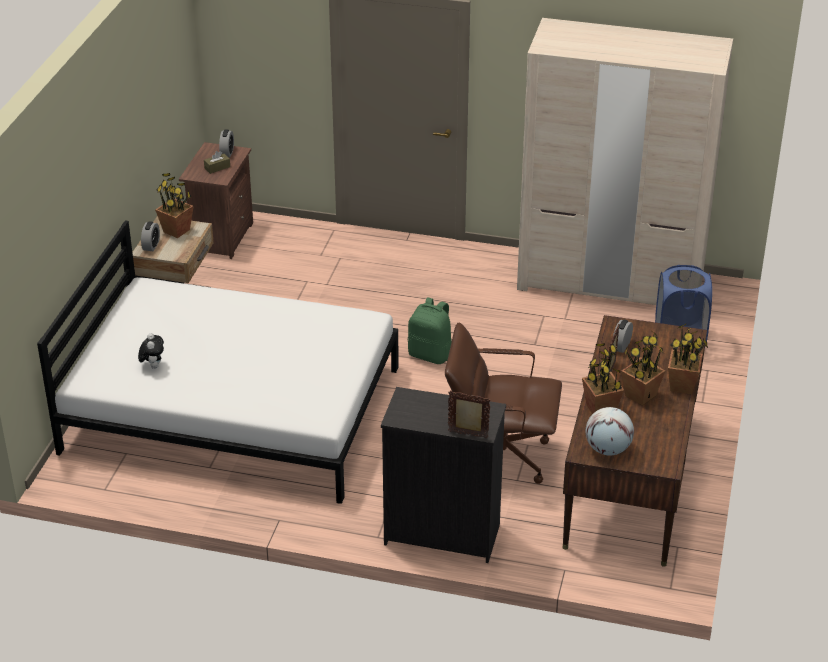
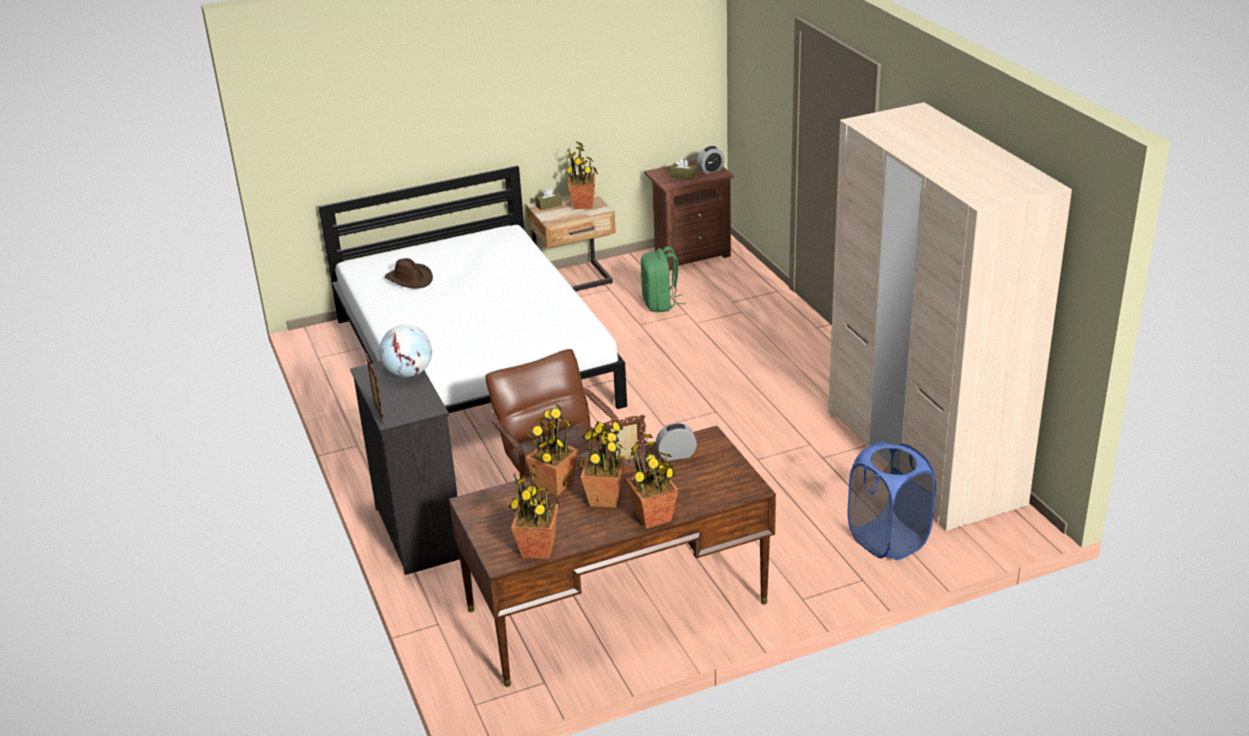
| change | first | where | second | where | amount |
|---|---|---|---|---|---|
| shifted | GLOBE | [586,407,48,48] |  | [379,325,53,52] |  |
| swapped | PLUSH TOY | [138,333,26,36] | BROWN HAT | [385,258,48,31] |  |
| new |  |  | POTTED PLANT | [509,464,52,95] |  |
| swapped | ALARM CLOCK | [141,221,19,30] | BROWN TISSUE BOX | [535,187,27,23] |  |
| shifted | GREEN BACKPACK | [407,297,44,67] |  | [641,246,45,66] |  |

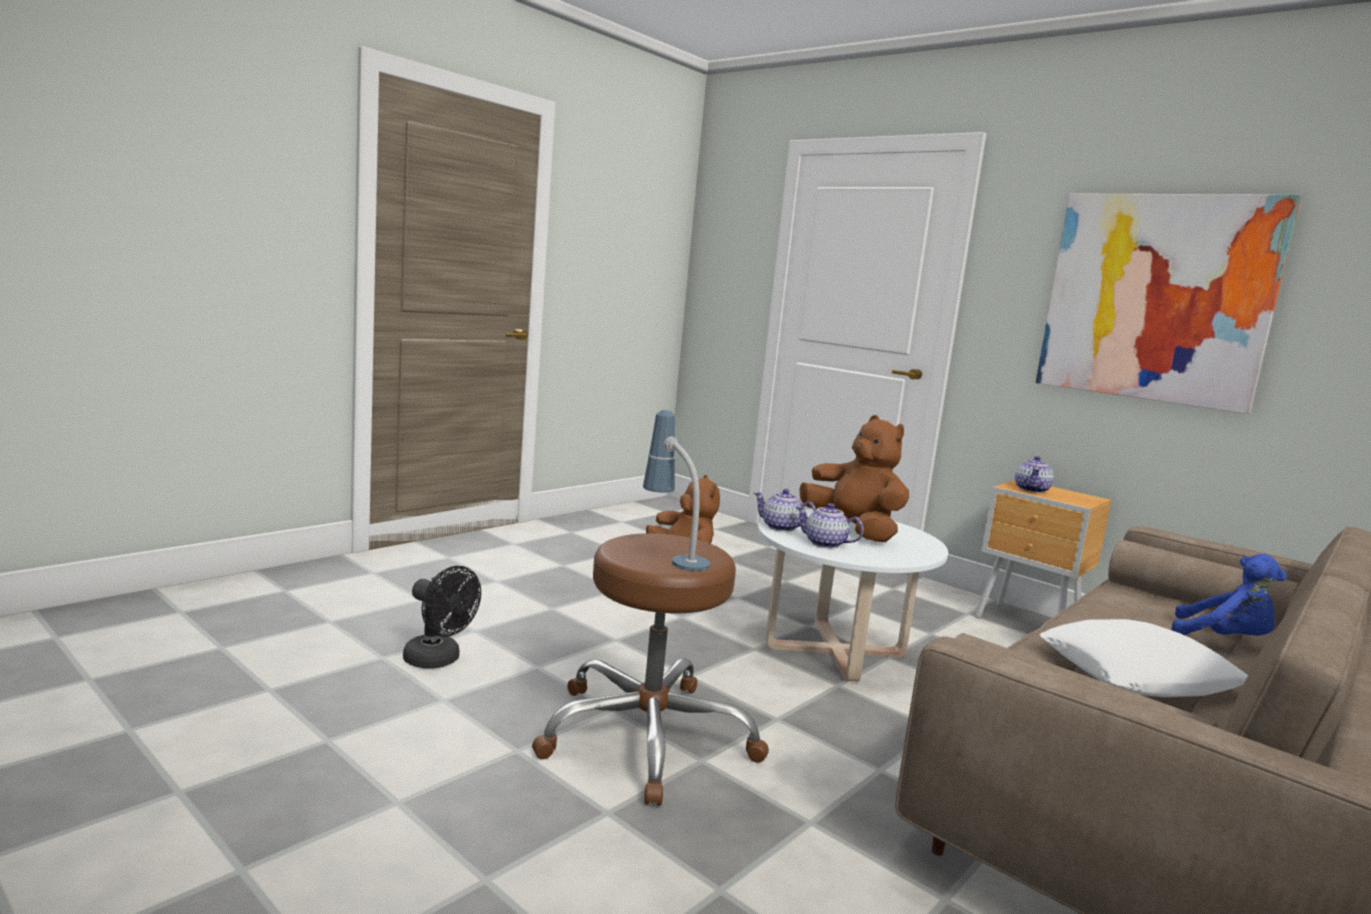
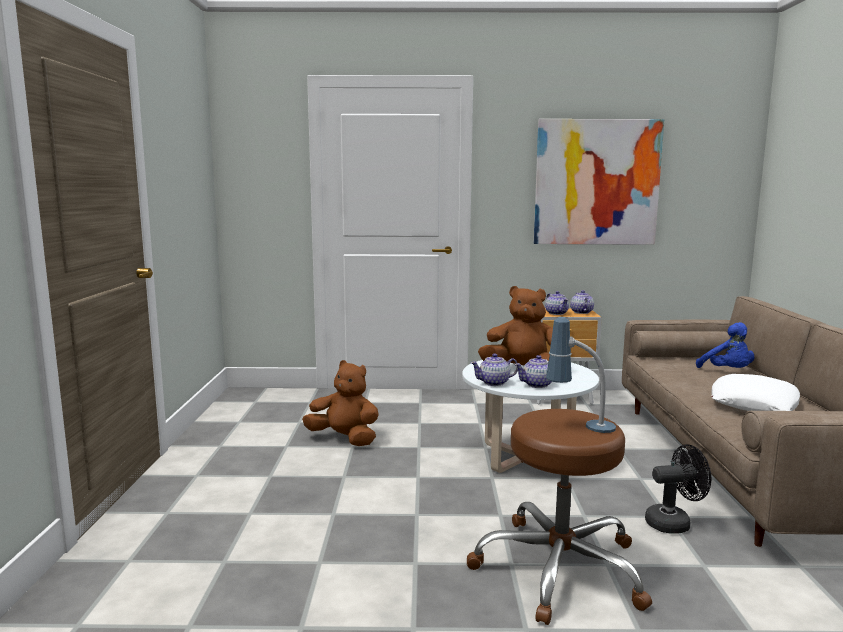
| change | first | where | second | where | amount |
|---|---|---|---|---|---|
| new |  |  | TEAPOT | [570,290,24,24] |  |
| shifted | BLACK FAN | [403,566,78,103] |  | [645,444,66,90] |  |
| rotated | BLUE PLUSH TOY | [1171,554,116,82] |  | [696,322,58,46] | 75 degrees clockwise |

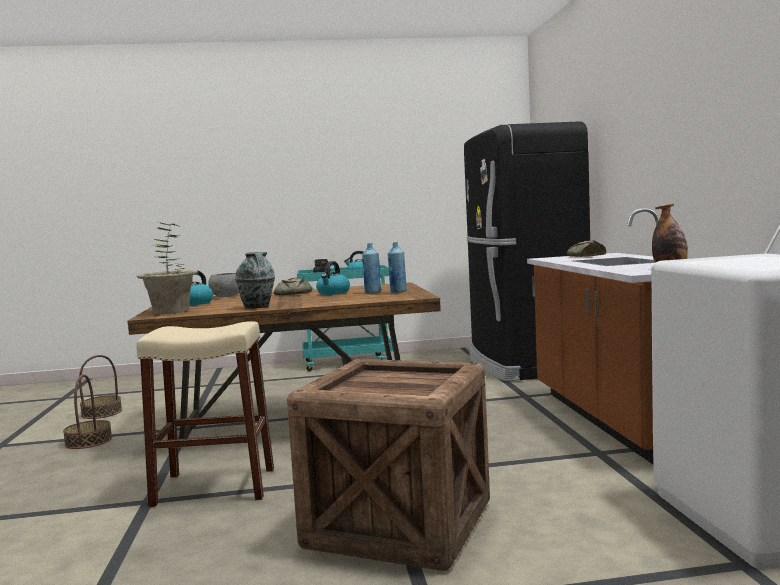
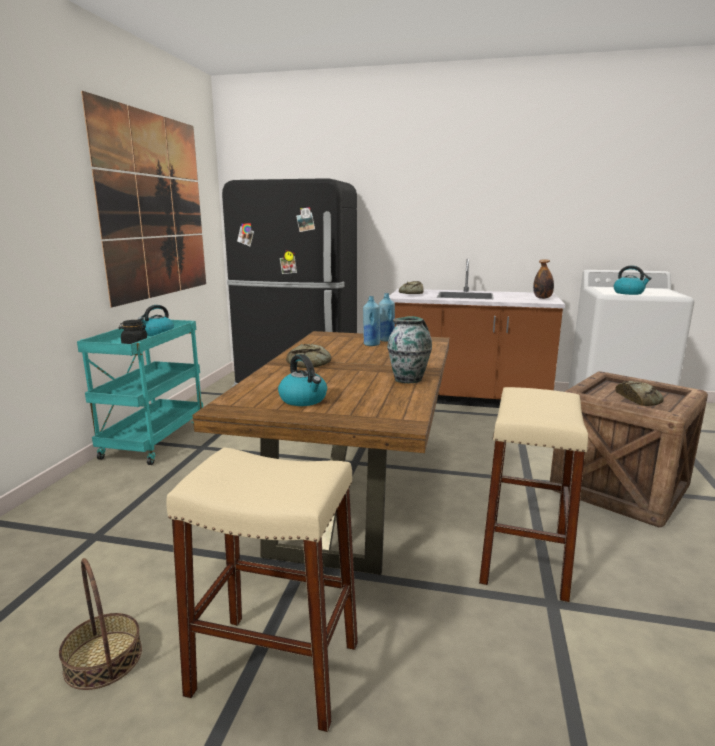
| change | first | where | second | where | amount |
|---|---|---|---|---|---|
| new |  |  | PICTURE | [81,91,125,216] |  |
| swapped | BASKET | [63,374,49,75] | BEIGE STOOL | [166,447,192,285] |  |
| shifted | KETTLE | [316,261,34,34] |  | [613,265,39,30] |  |
| new |  |  | BREAD | [615,381,49,25] |  |
| gone | POTTED PLANT | [137,222,61,92] |  |  |  |
| gone | GREY BOWL | [208,273,31,25] |  |  |  |

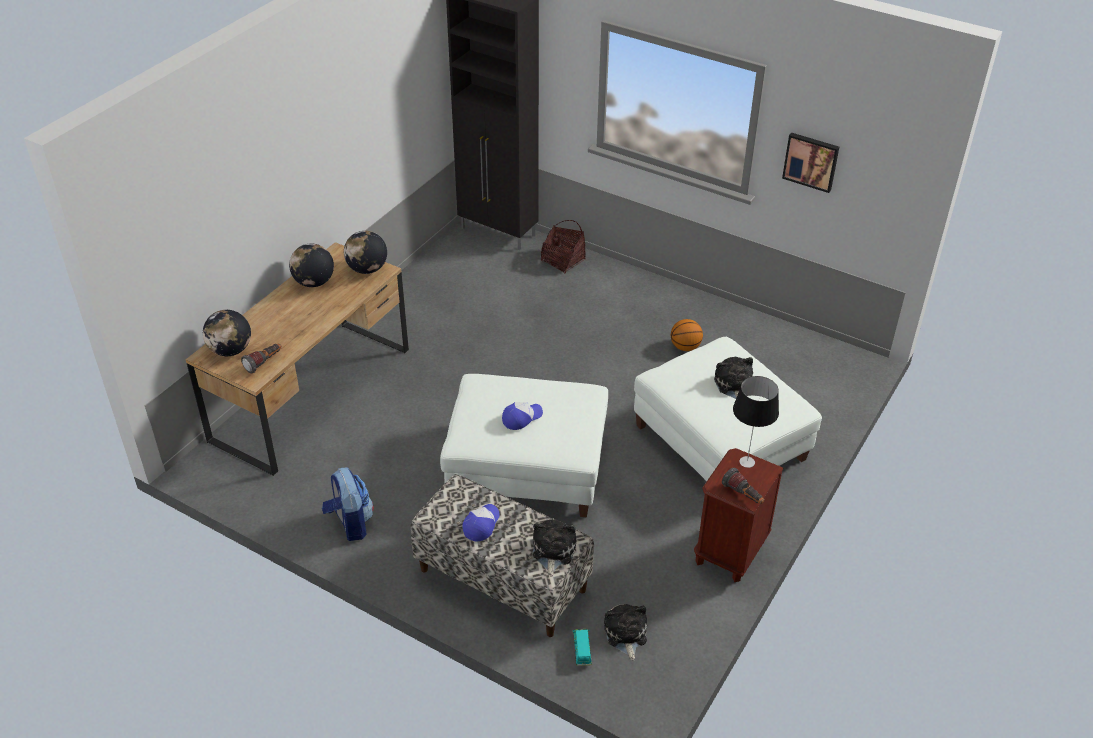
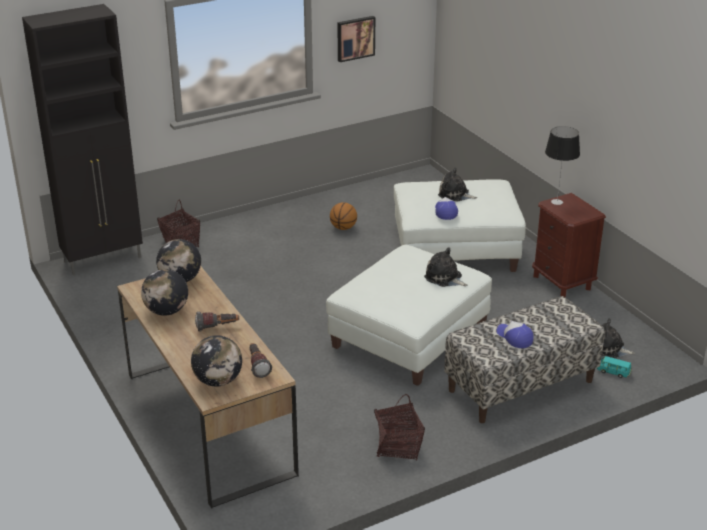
| change | first | where | second | where | amount |
|---|---|---|---|---|---|
| shifted | FLASHLIGHT | [722,468,42,36] |  | [195,312,44,20] |  |
| swapped | BACKPACK | [322,467,52,74] | BASKET | [374,394,51,67] |  |
| shifted | PLUSH TOY | [533,519,43,57] |  | [424,247,43,40] |  |
| shifted | CAP | [502,402,41,28] |  | [435,197,23,23] |  |

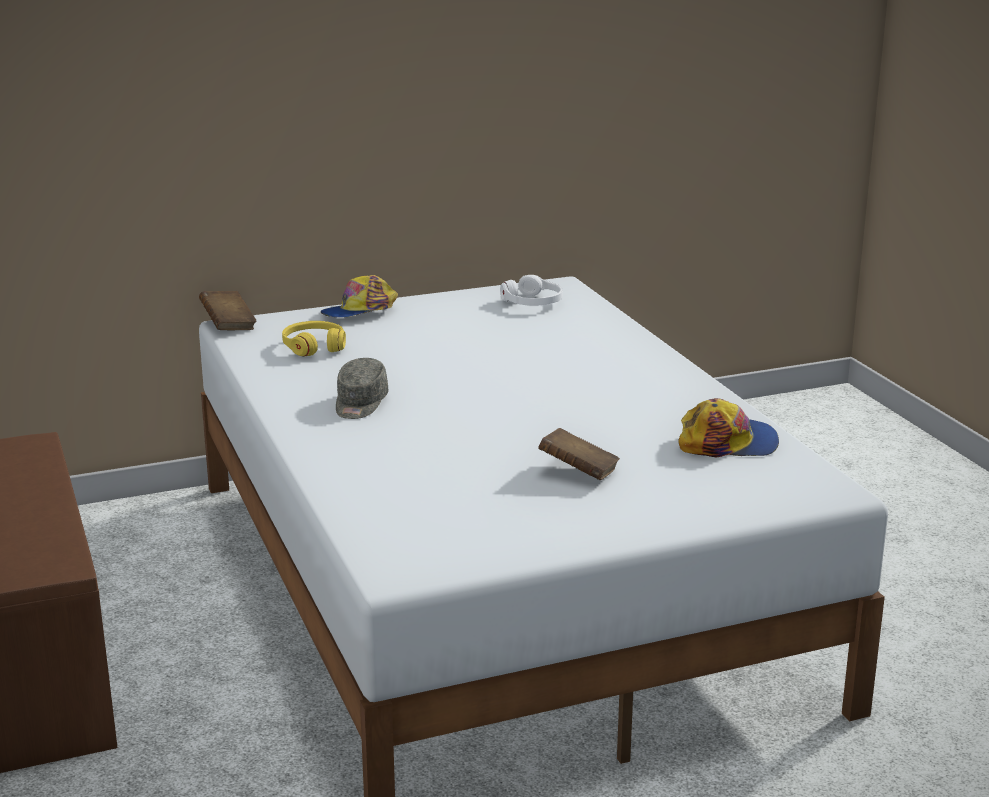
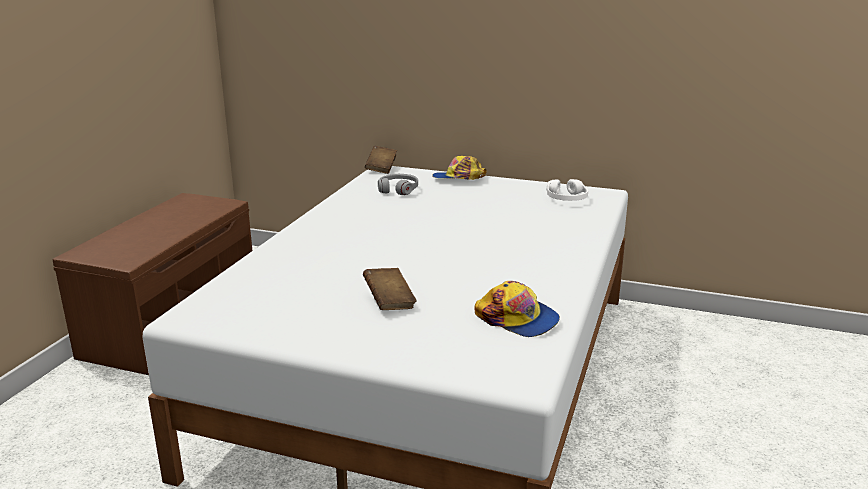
| change | first | where | second | where | amount |
|---|---|---|---|---|---|
| repainted | YELLOW HEADPHONES | [282,321,64,35] | GREY HEADPHONES | [378,174,40,21] |  |
| gone | GREY CAP | [336,358,52,61] |  |  |  |

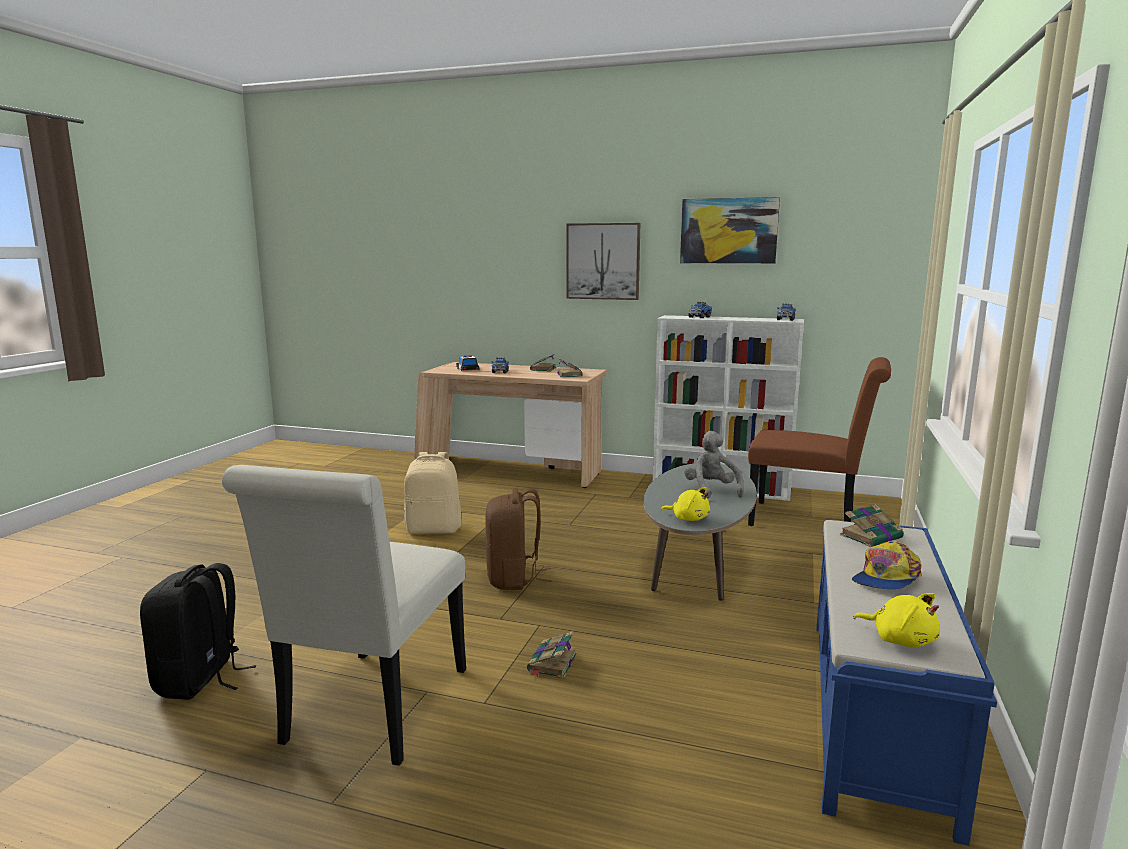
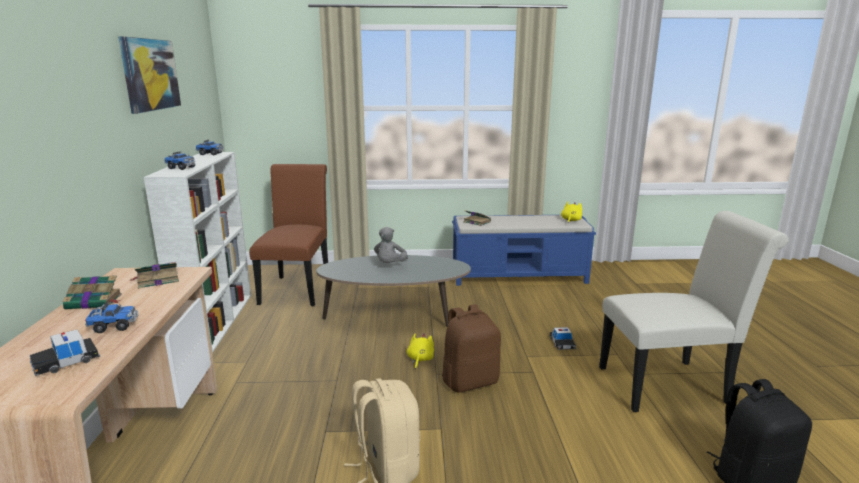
| change | first | where | second | where | amount |
|---|---|---|---|---|---|
| rotated | GREY PLUSH TOY | [684,431,60,68] |  | [374,227,34,36] | 45 degrees counterclockwise |
| shifted | YELLOW PLUSH TOY | [661,487,49,34] |  | [407,333,27,36] |  |
| swapped | BOOK | [527,631,50,47] | TOY CAR | [549,327,27,23] |  |
| gone | PICTURE | [566,223,75,77] |  |  |  |
| gone | CAP | [852,541,70,49] |  |  |  |

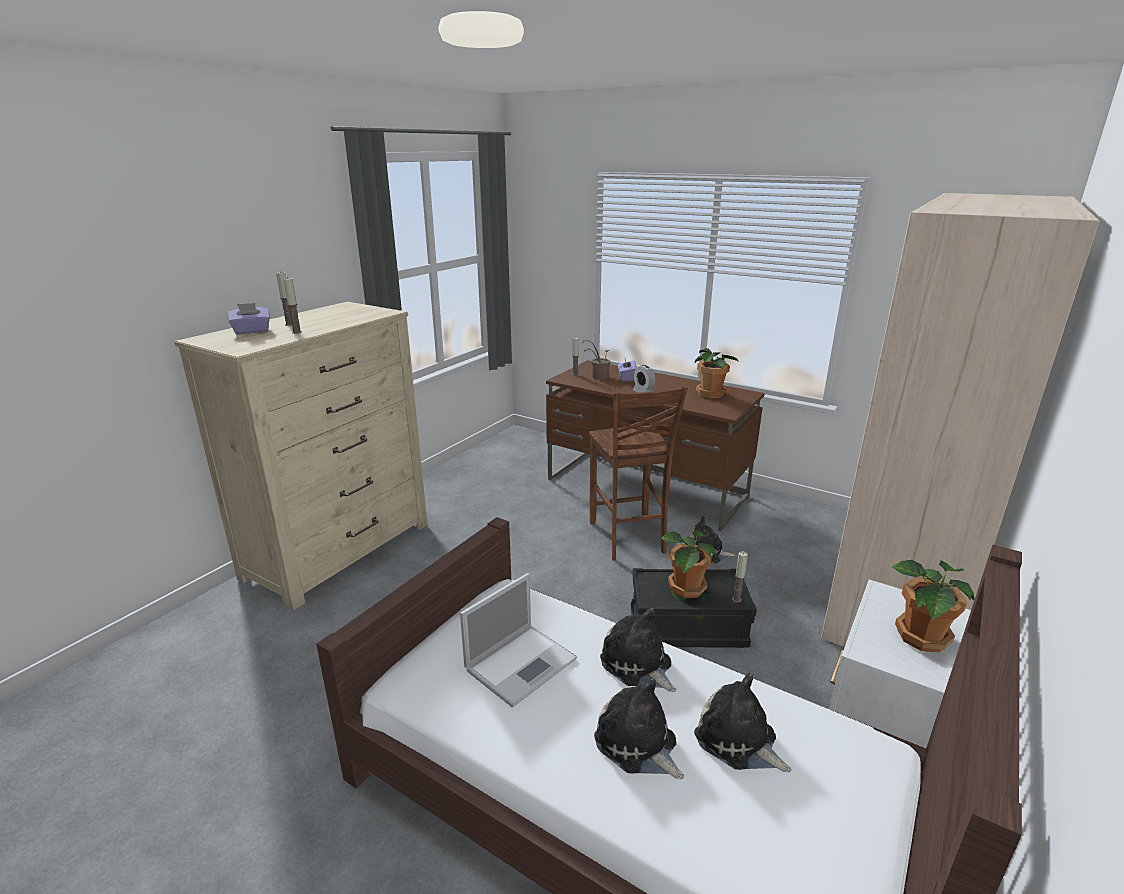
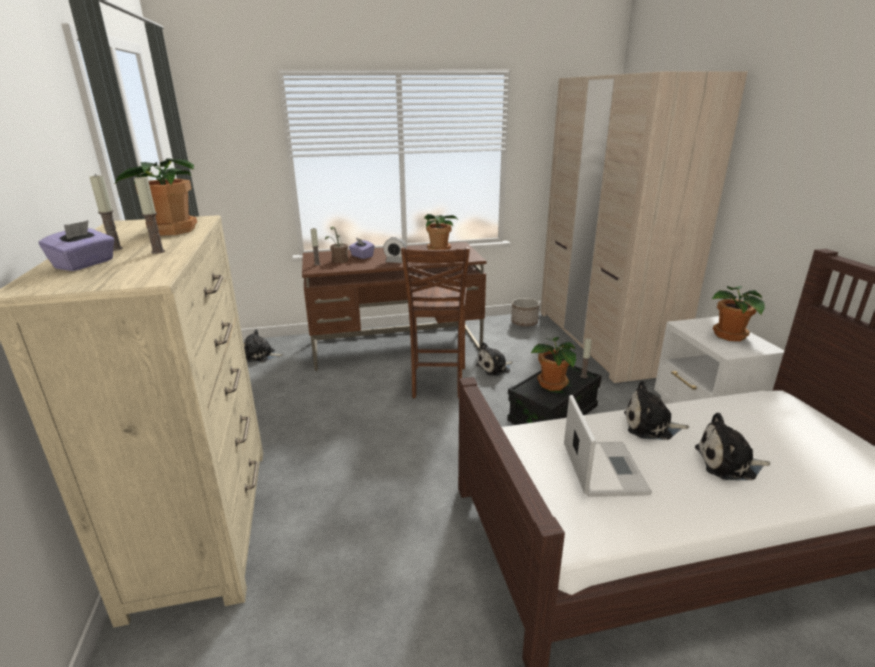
| change | first | where | second | where | amount |
|---|---|---|---|---|---|
| new |  |  | POTTED PLANT | [115,158,82,78] |  |
| shifted | PLUSH TOY | [694,673,98,99] |  | [244,329,40,33] |  |
| rotated | BROWN CHAIR | [589,386,99,175] |  | [401,247,69,151] | 60 degrees clockwise |
| new |  |  | PLANTER | [511,298,29,29] |  |

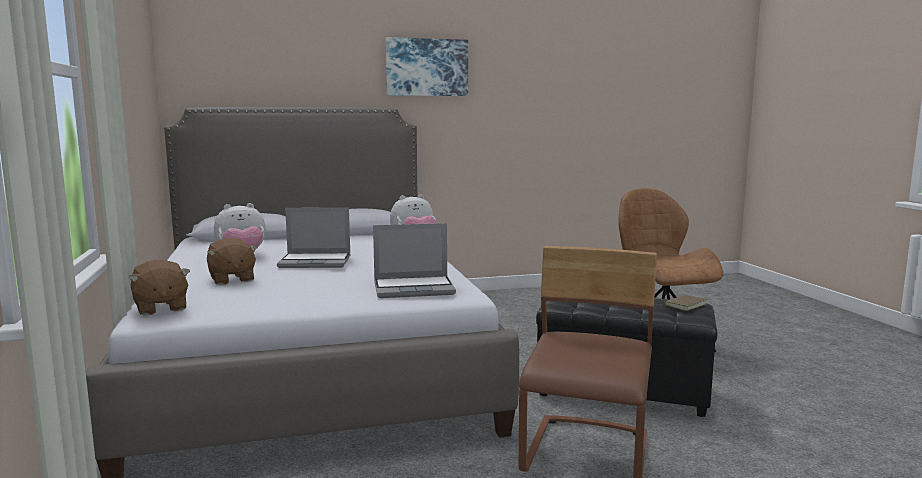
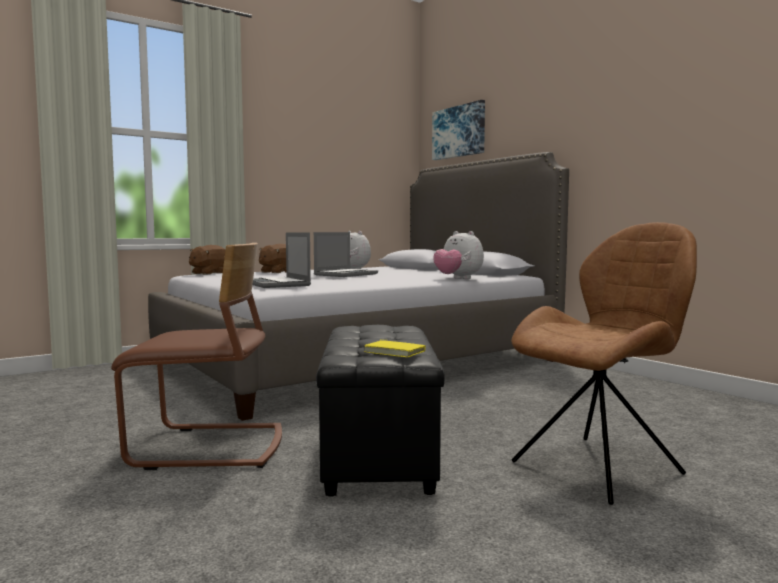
| change | first | where | second | where | amount |
|---|---|---|---|---|---|
| rotated | LAPTOP | [277,207,74,61] |  | [314,232,64,45] | 120 degrees counterclockwise |
| repainted | BROWN BOOK | [659,295,48,16] | YELLOW BOOK | [363,339,63,18] |  |
| shifted | PICTURE | [385,37,83,59] |  | [432,100,53,60] |  |

